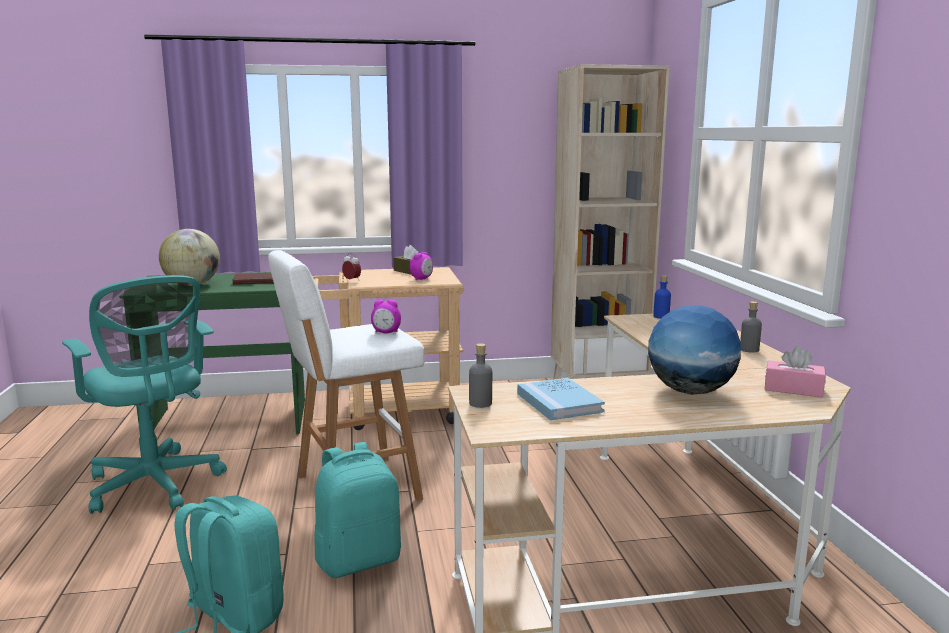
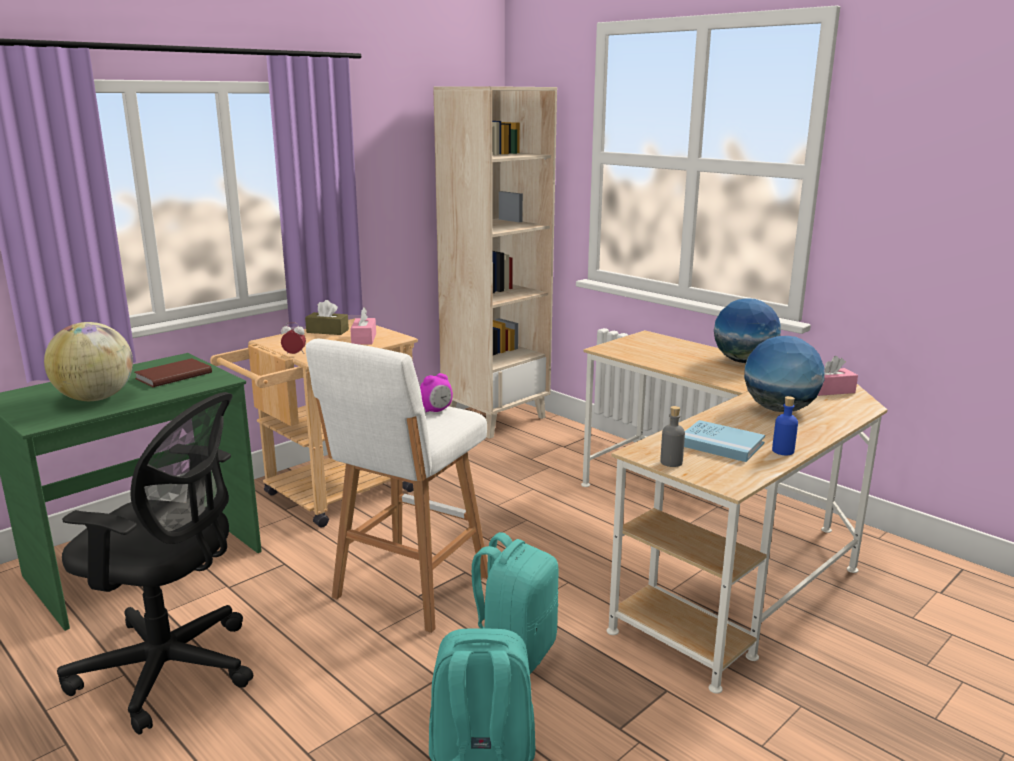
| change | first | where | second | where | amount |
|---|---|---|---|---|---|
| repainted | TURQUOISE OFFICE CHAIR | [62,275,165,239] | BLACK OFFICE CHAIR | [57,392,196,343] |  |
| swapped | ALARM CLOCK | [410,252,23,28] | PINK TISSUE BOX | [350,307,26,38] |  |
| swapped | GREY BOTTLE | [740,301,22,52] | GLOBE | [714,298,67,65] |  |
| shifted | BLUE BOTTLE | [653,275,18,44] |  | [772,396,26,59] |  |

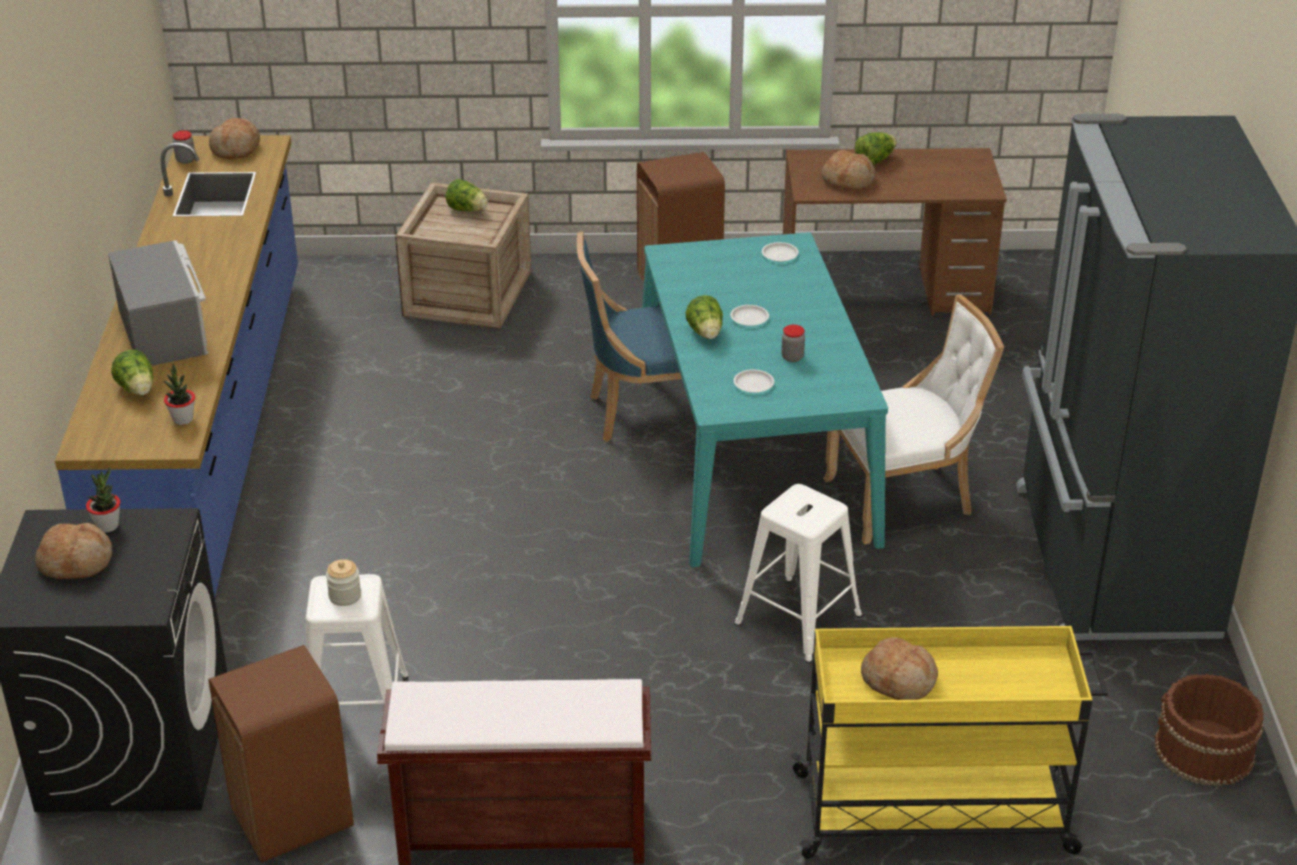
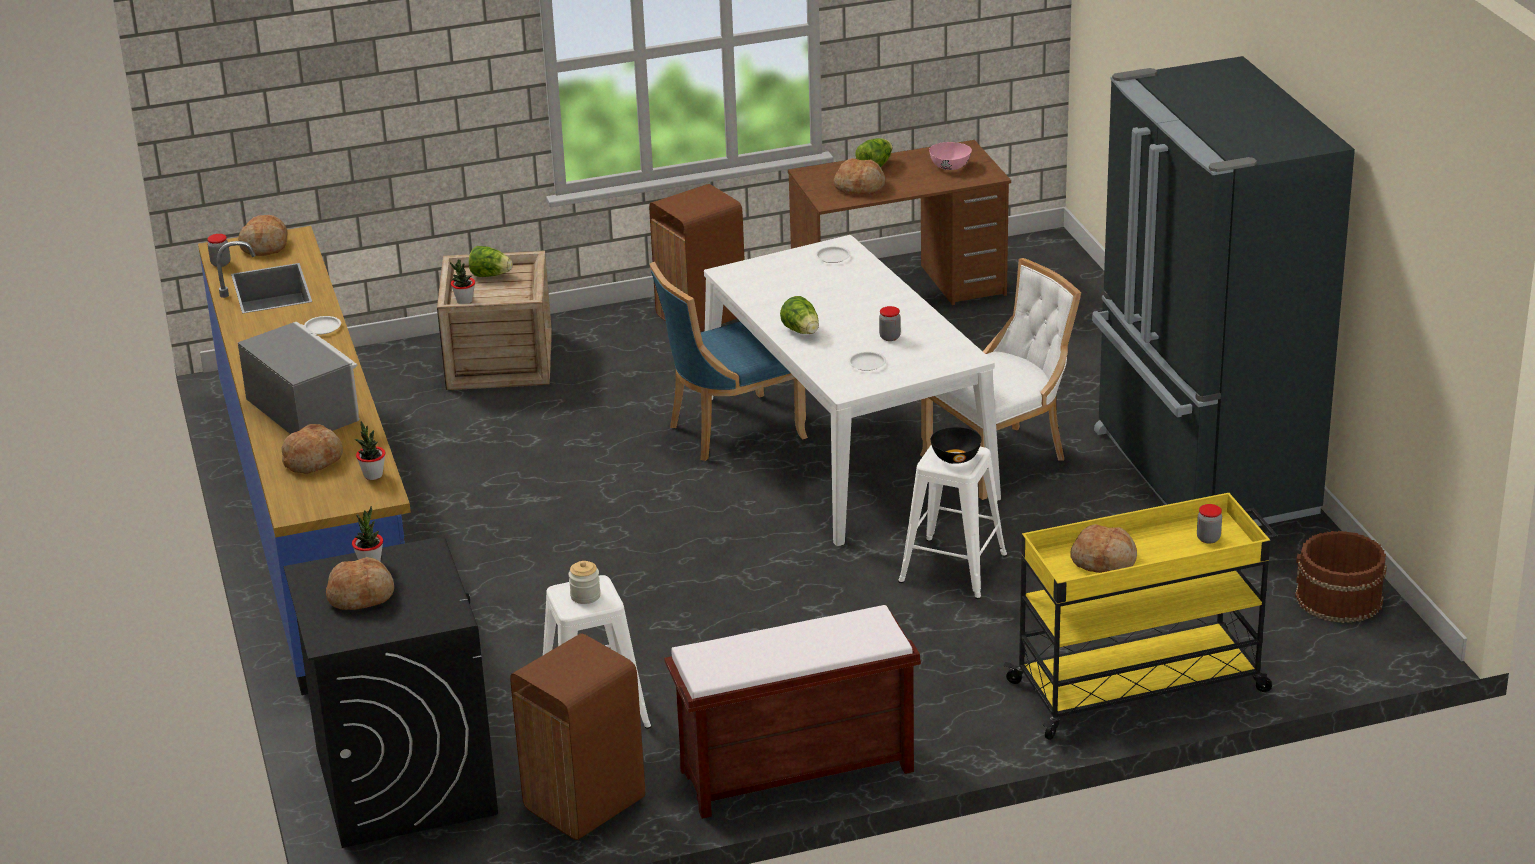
| change | first | where | second | where | amount |
|---|---|---|---|---|---|
| swapped | LETTUCE | [111,350,42,45] | BREAD | [281,424,62,49] |  |
| shifted | WHITE PLATE | [730,305,39,21] |  | [304,316,37,18] |  |
| new |  |  | POTTED PLANT | [450,259,25,45] |  |
| repainted | TURQUOISE DINING TABLE | [642,232,246,335] | WHITE DINING TABLE | [704,235,297,311] |  |
| new |  |  | PINK BOWL | [929,142,43,28] |  |
| new |  |  | BLACK BOWL | [931,427,50,37] |  |
| new |  |  | JAR | [1197,504,25,40] |  |

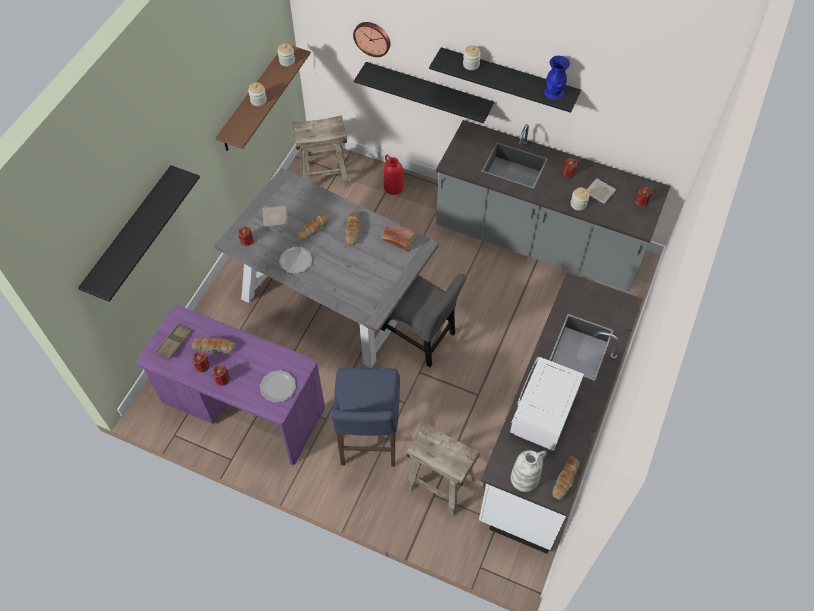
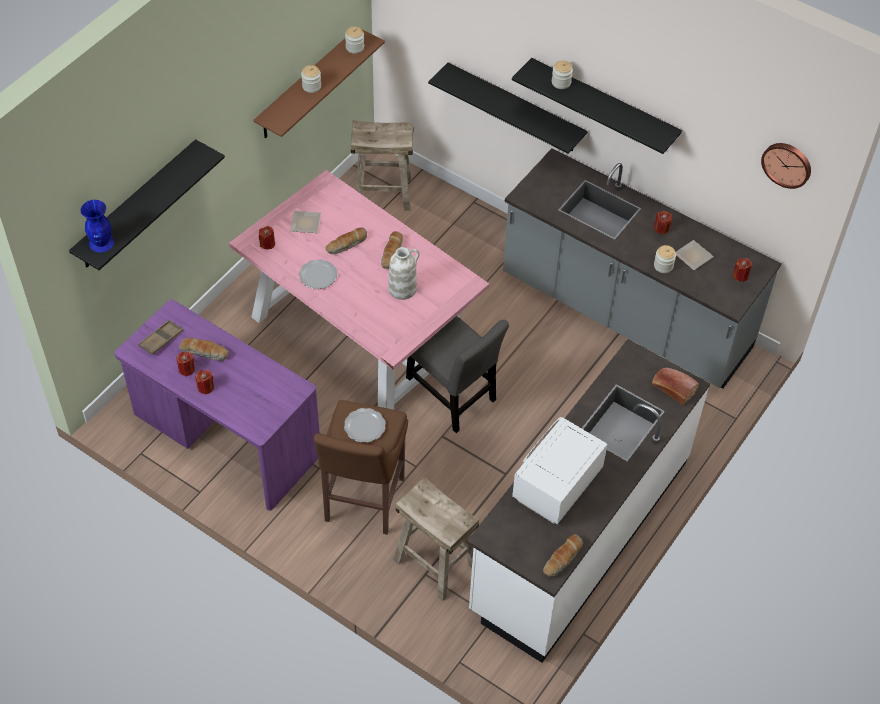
| change | first | where | second | where | amount |
|---|---|---|---|---|---|
| shifted | BLUE VASE | [544,56,26,44] |  | [81,200,33,52] |  |
| repainted | GREY DINING TABLE | [214,168,225,200] | PINK DINING TABLE | [229,170,260,240] |  |
| repainted | BLUE STOOL | [330,368,70,99] | BROWN STOOL | [314,400,94,135] |  |
| shifted | PLATE | [260,370,36,33] |  | [344,408,42,35] |  |
| shifted | WHITE VASE | [511,450,36,42] |  | [388,247,32,53] |  |
| shifted | BREAD | [381,225,36,26] |  | [652,368,47,37] |  |
| shifted | WALL CLOCK | [353,22,38,35] |  | [761,143,50,46] |  |
| gone | RED VASE | [384,155,20,40] |  |  |  |

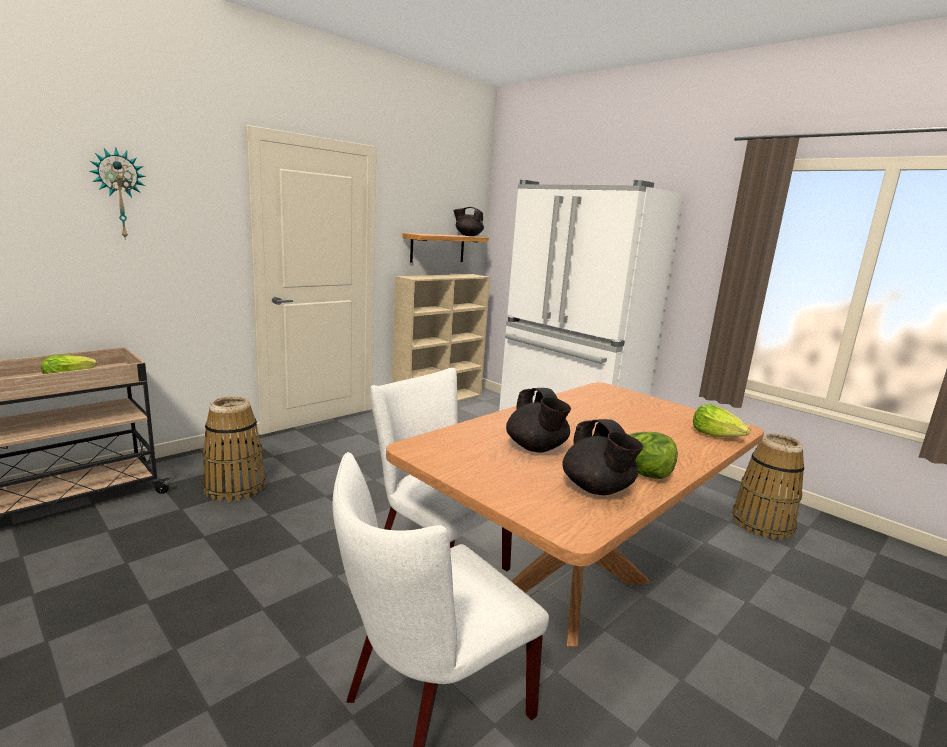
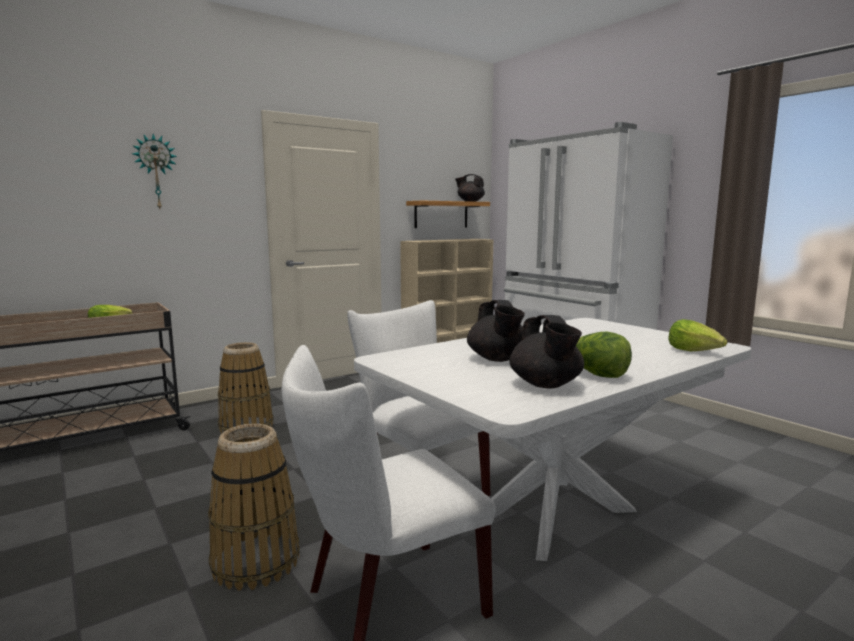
| change | first | where | second | where | amount |
|---|---|---|---|---|---|
| shifted | BASKET | [732,434,72,106] |  | [208,424,92,167] |  |
| repainted | BROWN DINING TABLE | [386,382,378,264] | WHITE DINING TABLE | [354,318,397,243] |  |

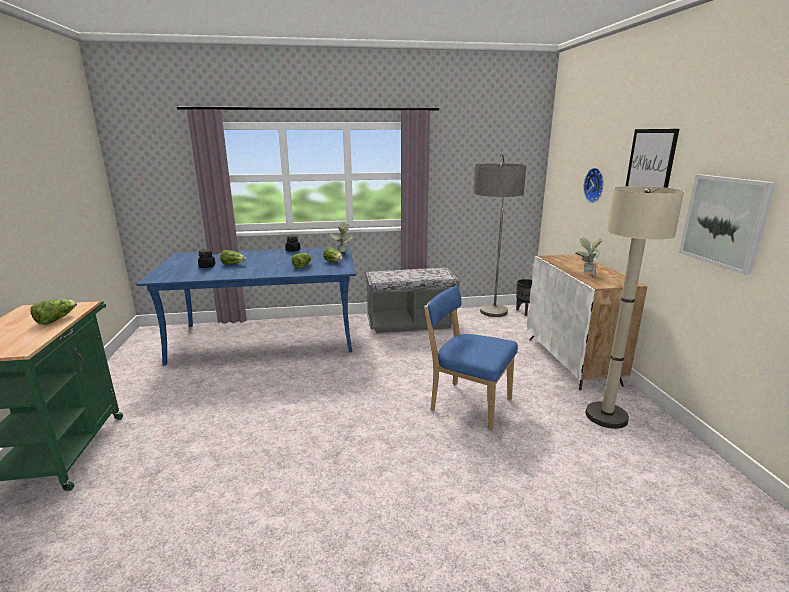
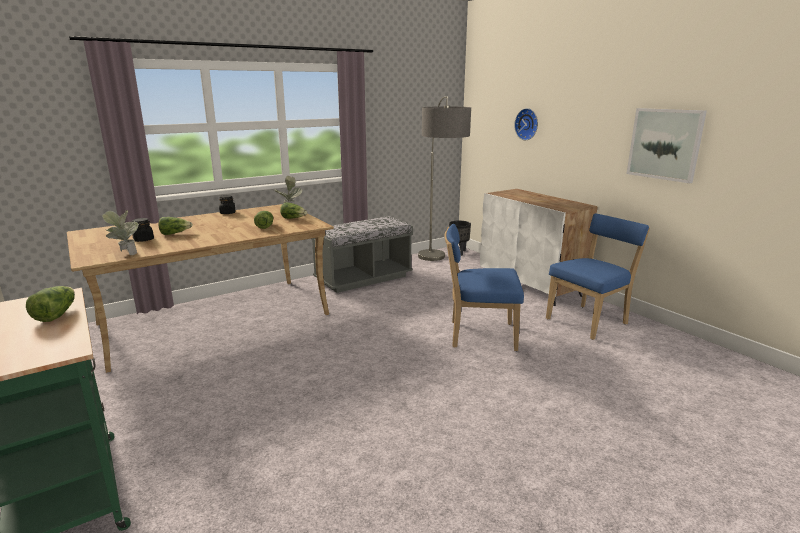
| change | first | where | second | where | amount |
|---|---|---|---|---|---|
| repainted | BLUE DINING TABLE | [137,247,219,119] | BEIGE DINING TABLE | [67,204,267,169] |  |
| shifted | POTTED PLANT | [575,238,28,38] |  | [102,210,37,45] |  |
| swapped | BEIGE FLOOR LAMP | [586,186,98,243] | BLUE CHAIR | [546,214,104,126] |  |
| gone | PICTURE | [626,129,53,59] |  |  |  |

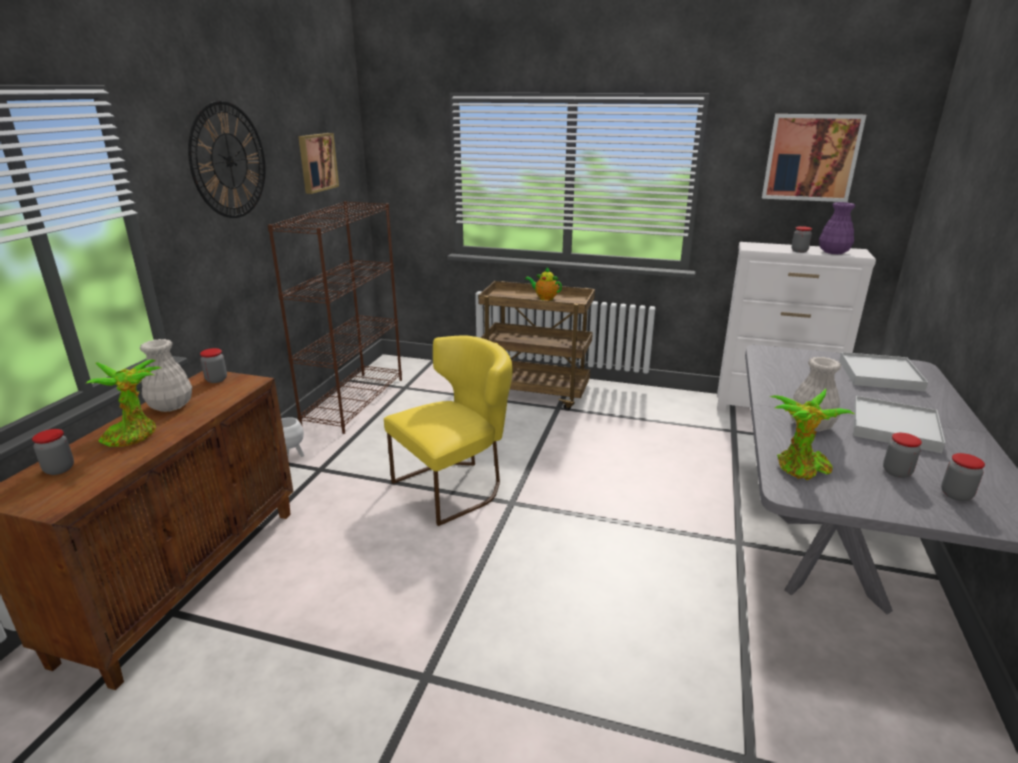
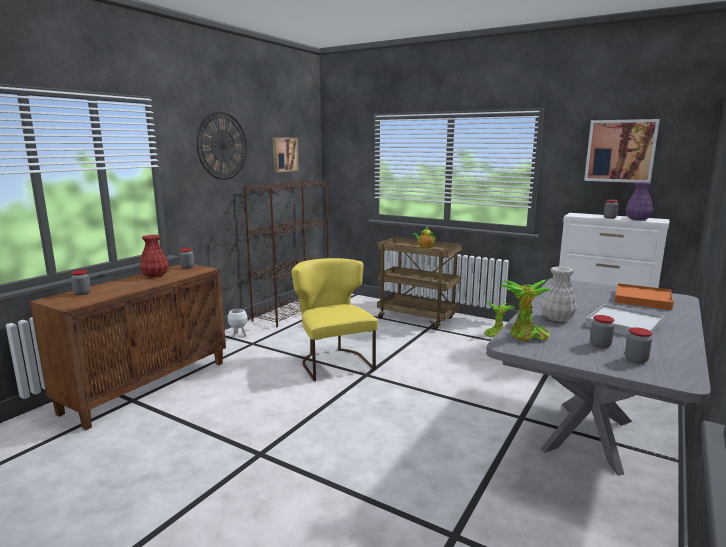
| change | first | where | second | where | amount |
|---|---|---|---|---|---|
| repainted | WHITE VASE | [140,339,52,73] | RED VASE | [140,235,29,42] |  |
| rotated | YELLOW CHAIR | [384,335,129,191] |  | [292,258,86,123] | 90 degrees counterclockwise |
| shifted | POTTED PLANT | [86,360,75,87] |  | [485,302,31,35] |  |
| repainted | WHITE TRAY | [839,352,89,39] | ORANGE TRAY | [615,283,58,27] |  |

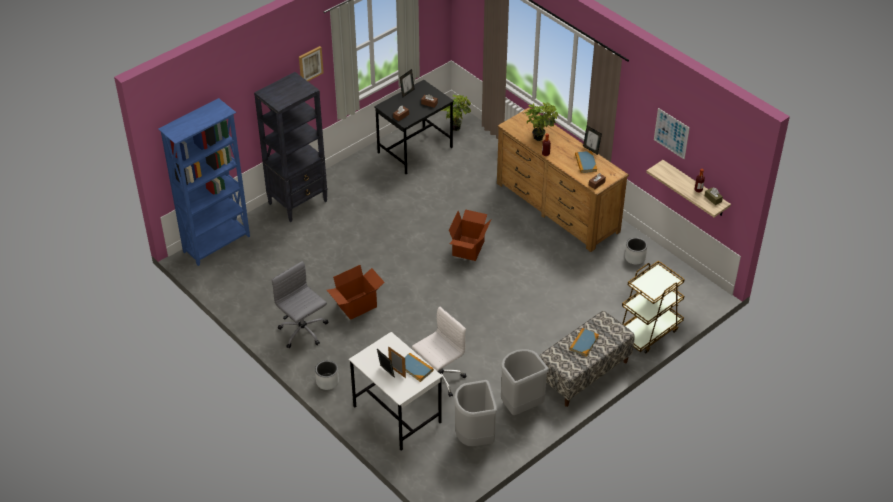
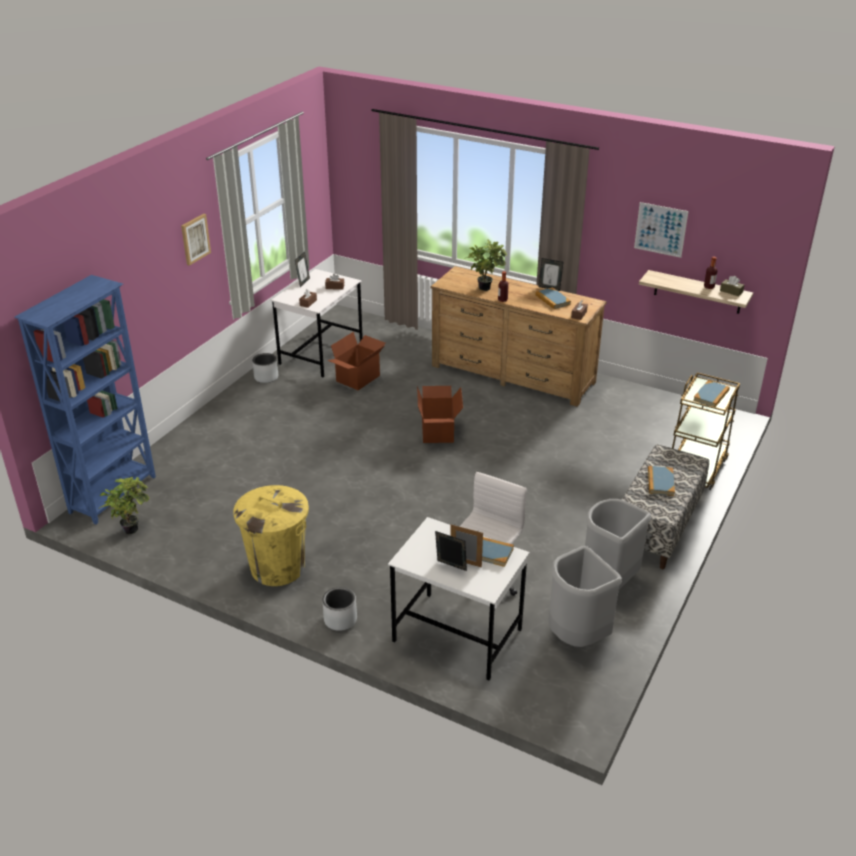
| change | first | where | second | where | amount |
|---|---|---|---|---|---|
| shifted | POTTED PLANT | [441,95,30,36] |  | [98,477,52,57] |  |
| swapped | GREY OFFICE CHAIR | [272,261,56,87] | YELLOW TRASH CAN | [233,485,76,101] |  |
| shifted | GREY PLANTER | [625,237,22,27] |  | [252,353,26,30] |  |
| repainted | BLACK DESK | [374,80,80,94] | WHITE DESK | [271,269,92,109] |  |
| shifted | CARDBOARD BOX | [327,265,58,55] |  | [327,332,58,58] |  |
| new |  |  | BOOK | [693,380,37,27] |  |
| gone | BLACK BOOKCASE | [254,72,74,150] |  |  |  |

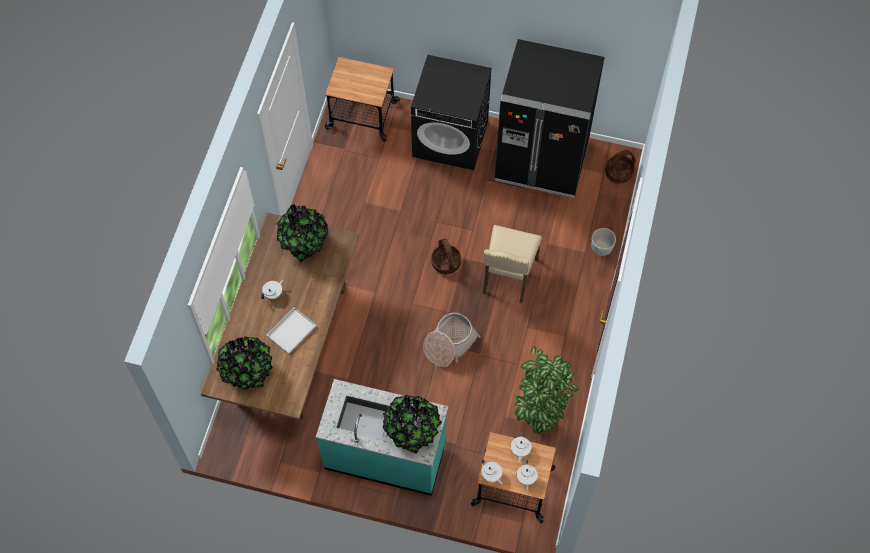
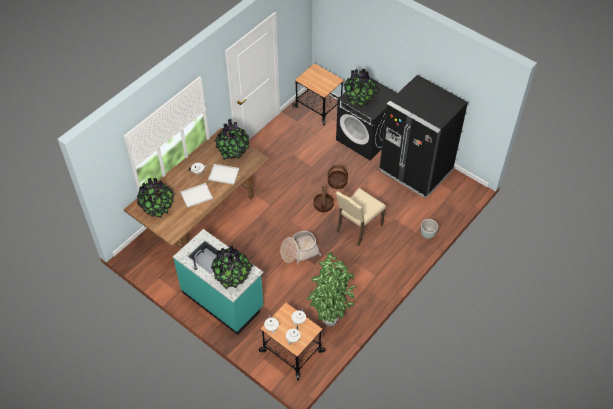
| change | first | where | second | where | amount |
|---|---|---|---|---|---|
| new |  |  | WHITE TRAY | [208,164,31,21] |  |
| shifted | BASKET | [605,150,30,34] |  | [328,165,20,24] |  |
| new |  |  | POTTED PLANT | [344,69,35,38] |  |

